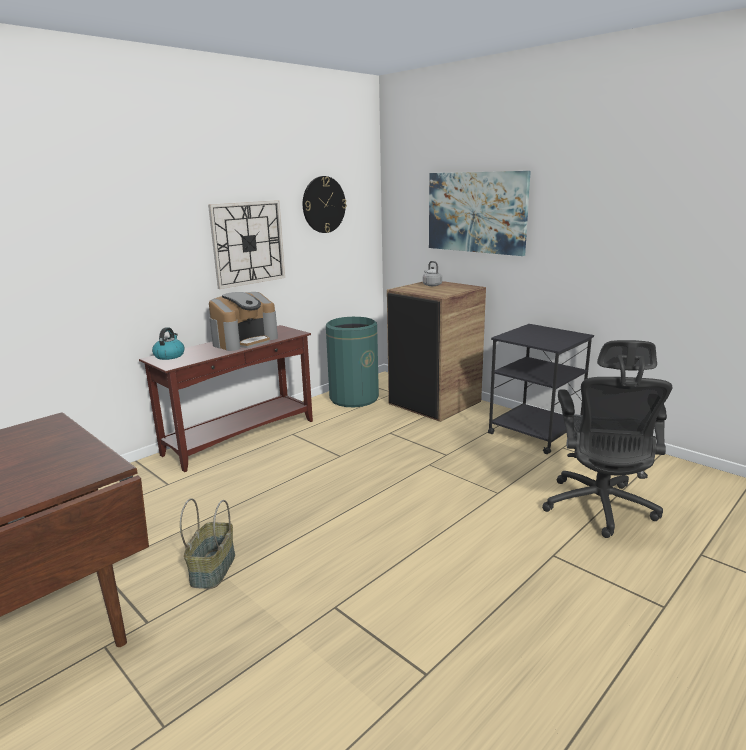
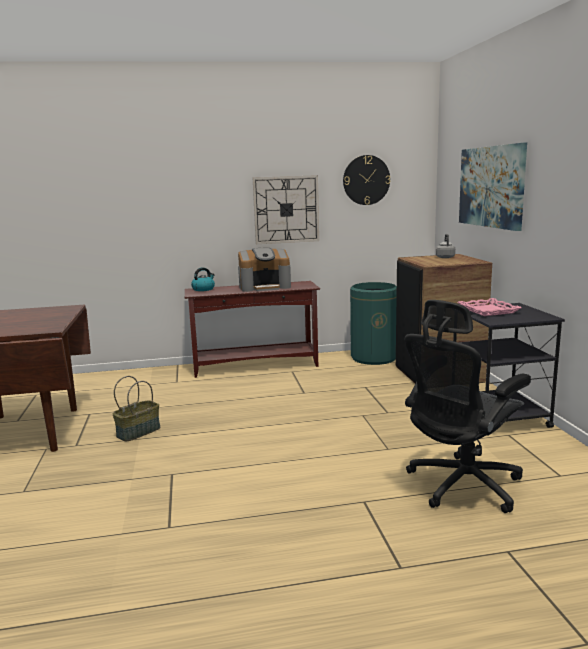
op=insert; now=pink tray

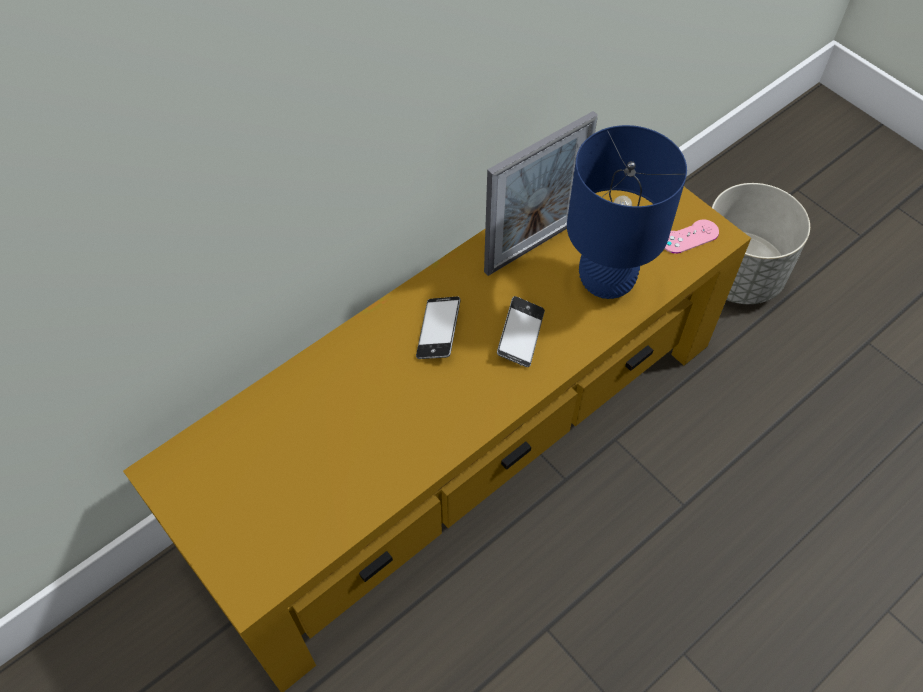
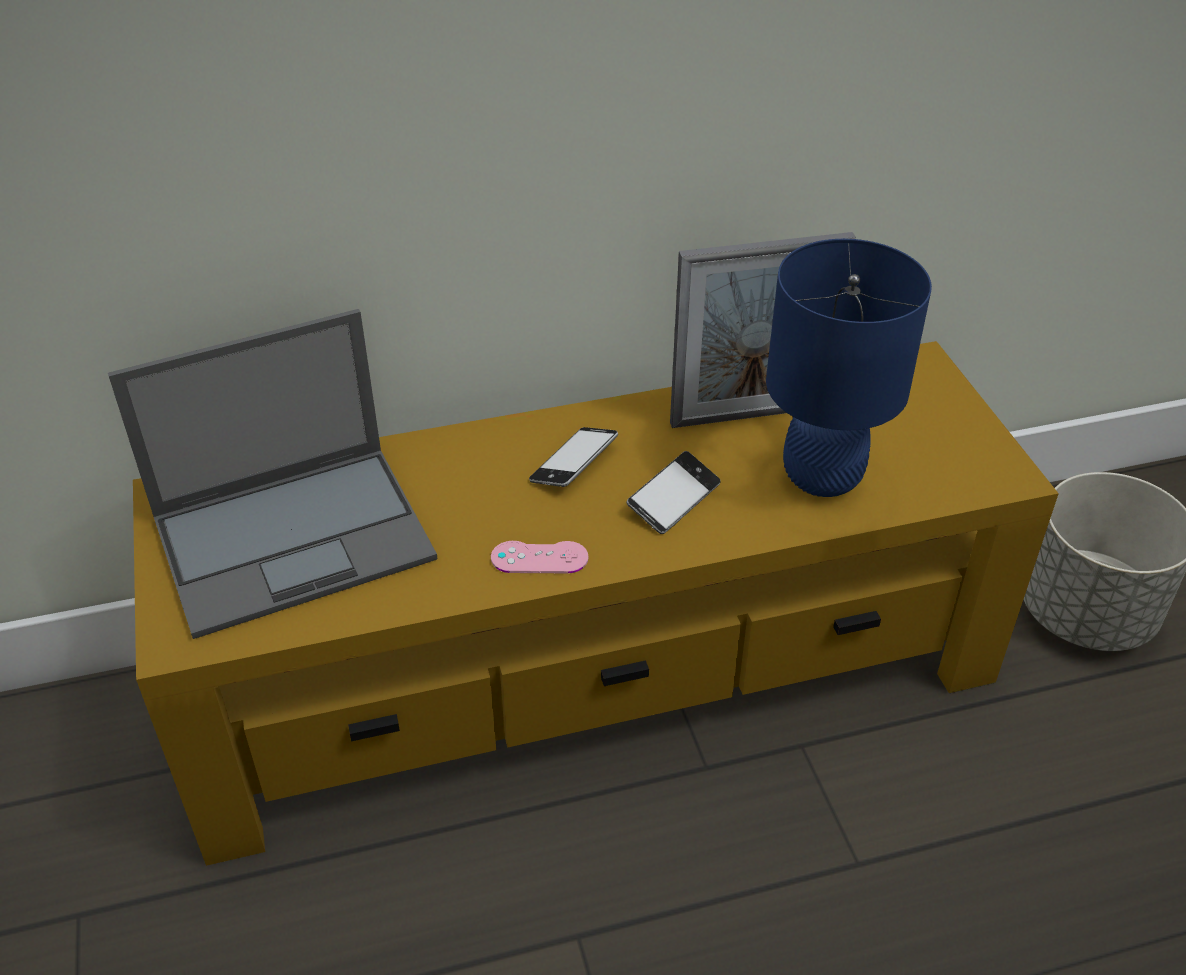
op=move; was=pink game controller
op=insert; now=laptop

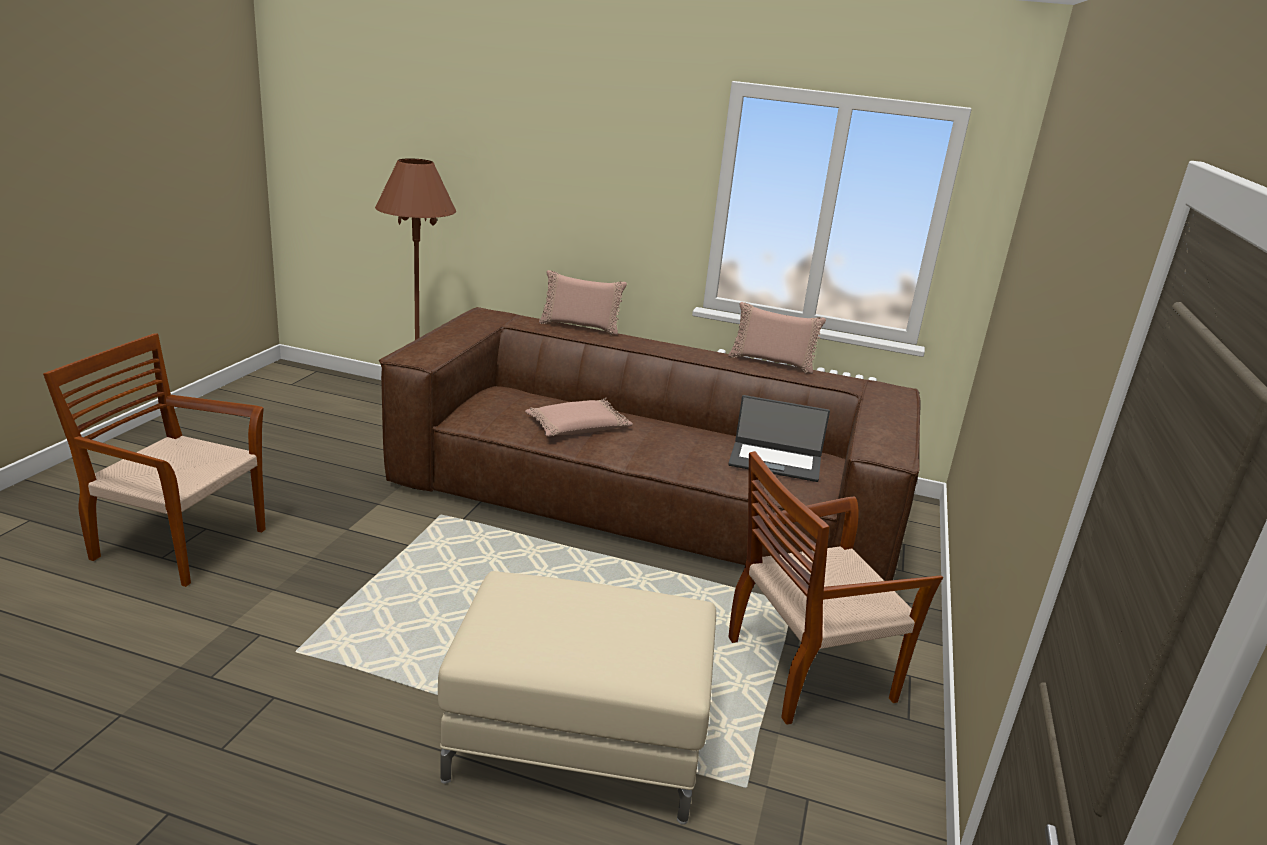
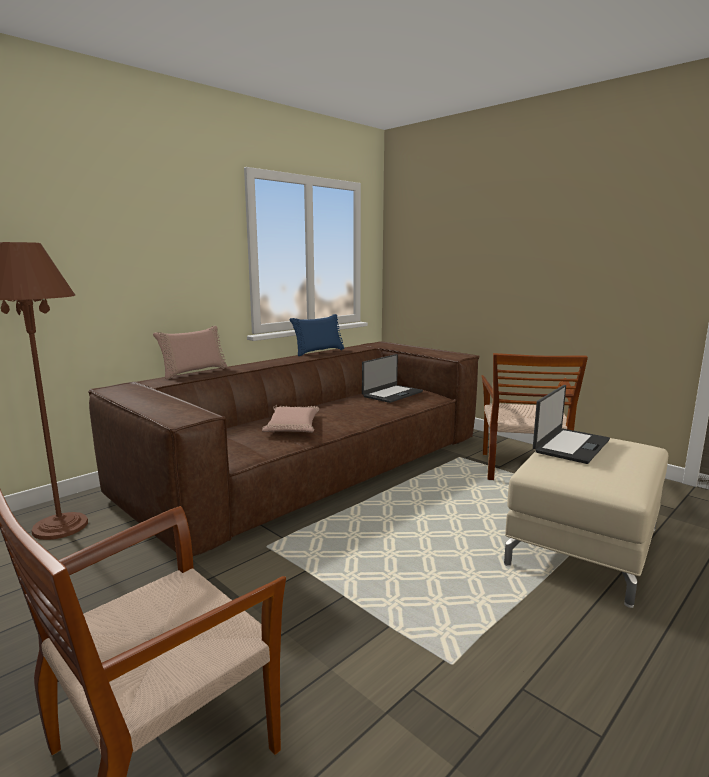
op=recolor; was=beige pillow (3rd from left); now=blue pillow
op=insert; now=laptop (2nd from left)

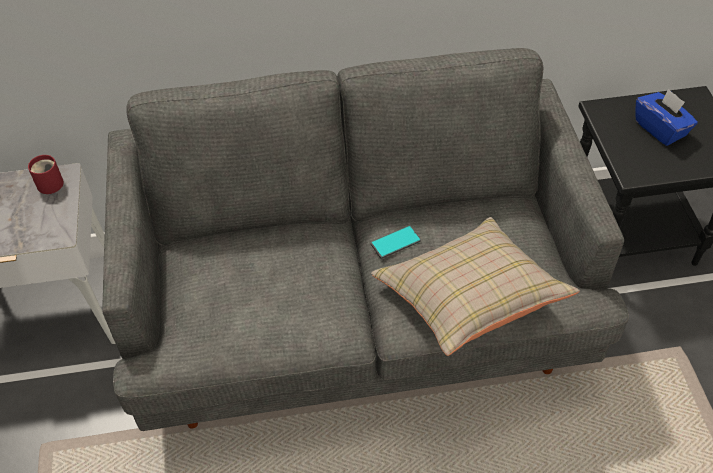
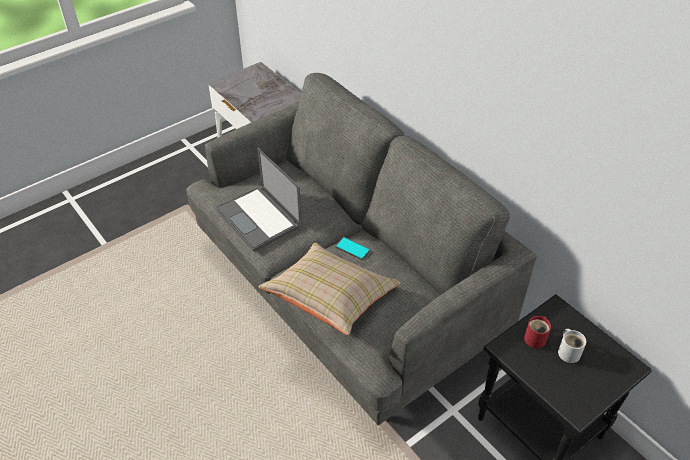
op=replace; was=blue tissue box; now=white mug
op=move; was=red mug
op=insert; now=laptop

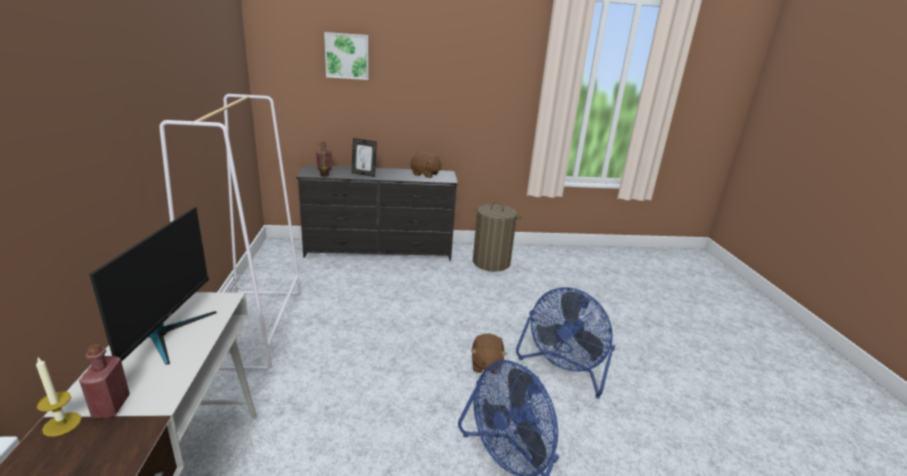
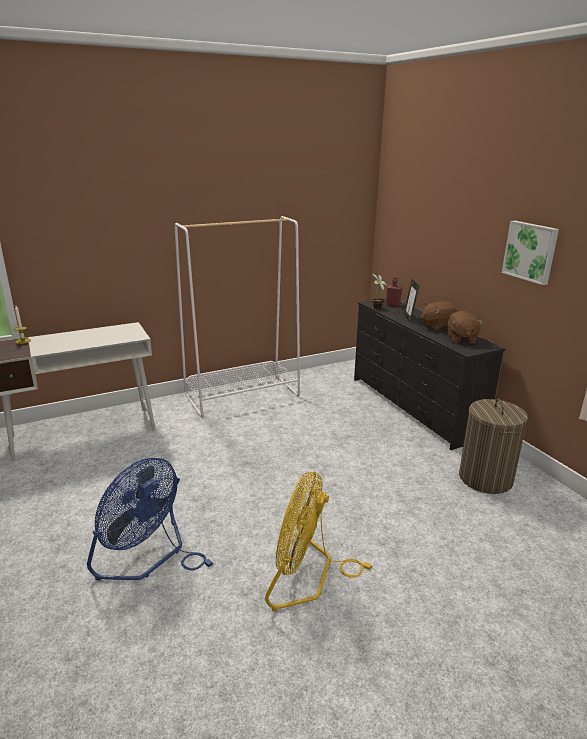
op=move; was=picture
op=delete; was=monitor
op=recolor; was=blue fan (2nd from left); now=yellow fan
op=move; was=brown plush toy (2nd from left in the first image); now=brown plush toy (1st from left)
op=delete; was=red bottle (1st from left)

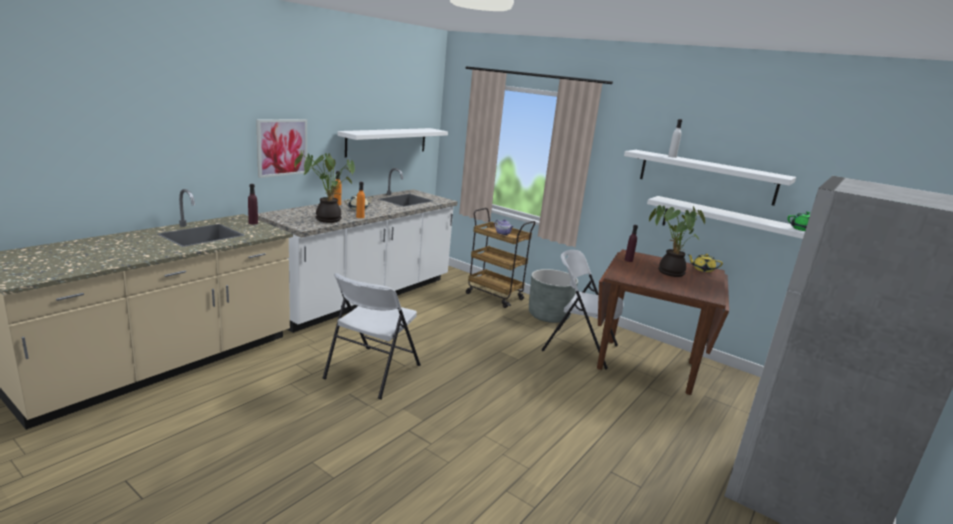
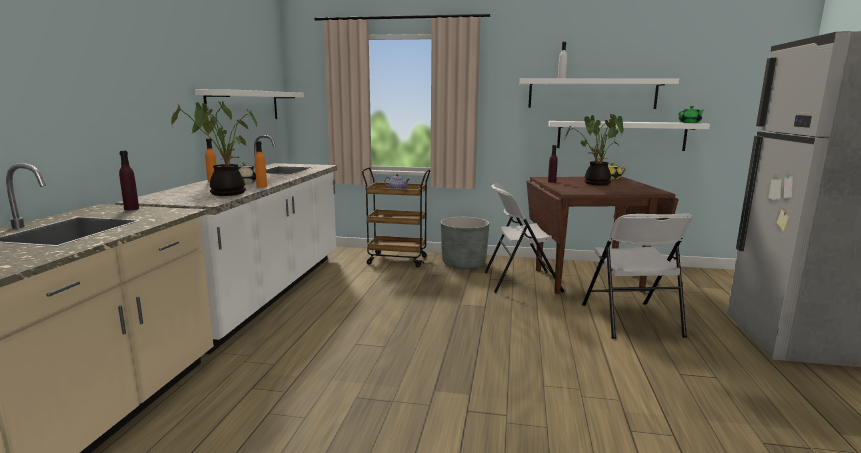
op=delete; was=picture
op=move; was=white chair (1st from left in the first image); now=white chair (2nd from left)

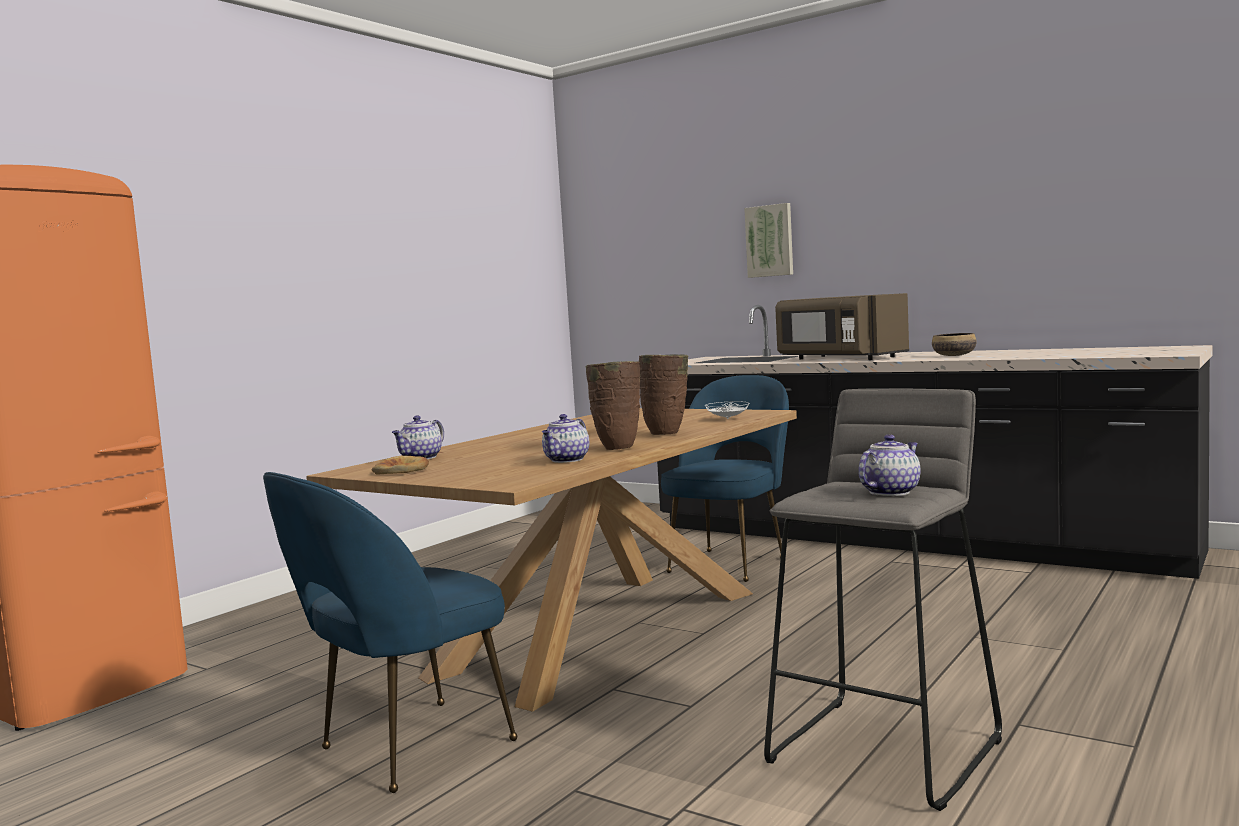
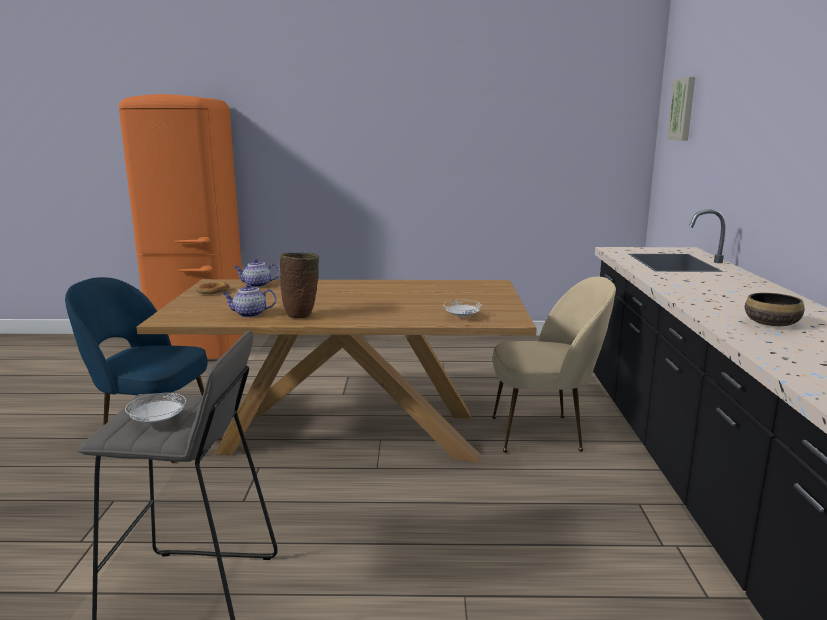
op=move; was=picture
op=delete; was=brown microwave
op=delete; was=brown vase (2nd from left)
op=recolor; was=blue chair (2nd from left); now=beige chair
op=replace; was=teapot (3rd from left); now=white plate (1st from left)

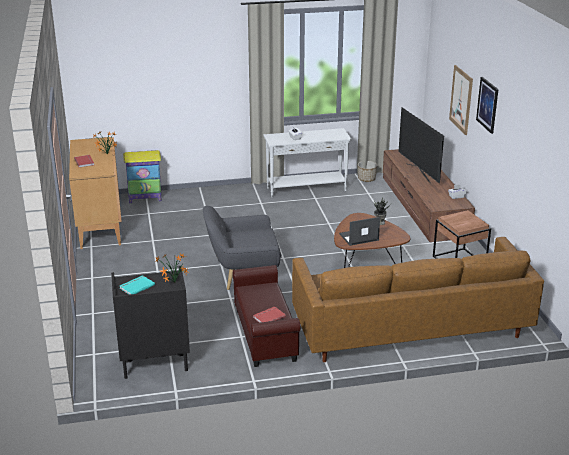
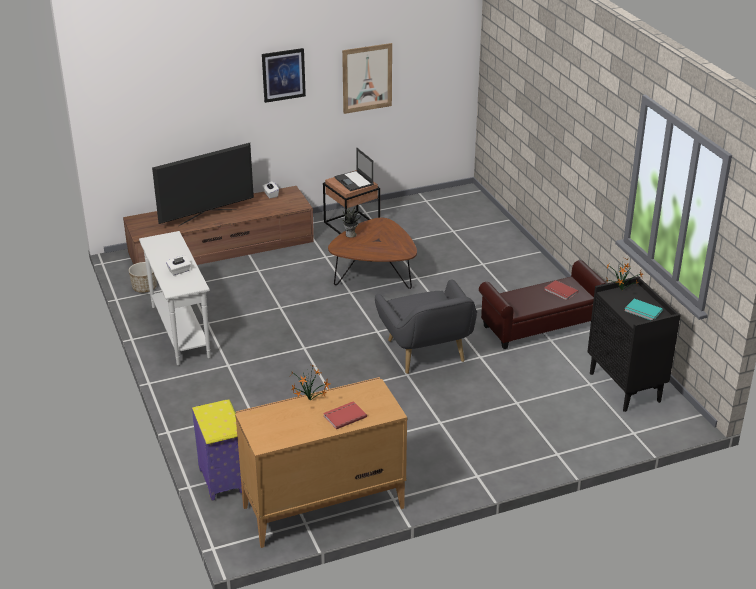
op=move; was=picture (1st from left in the first image); now=picture (2nd from left)
op=move; was=laptop
op=delete; was=brown sofa

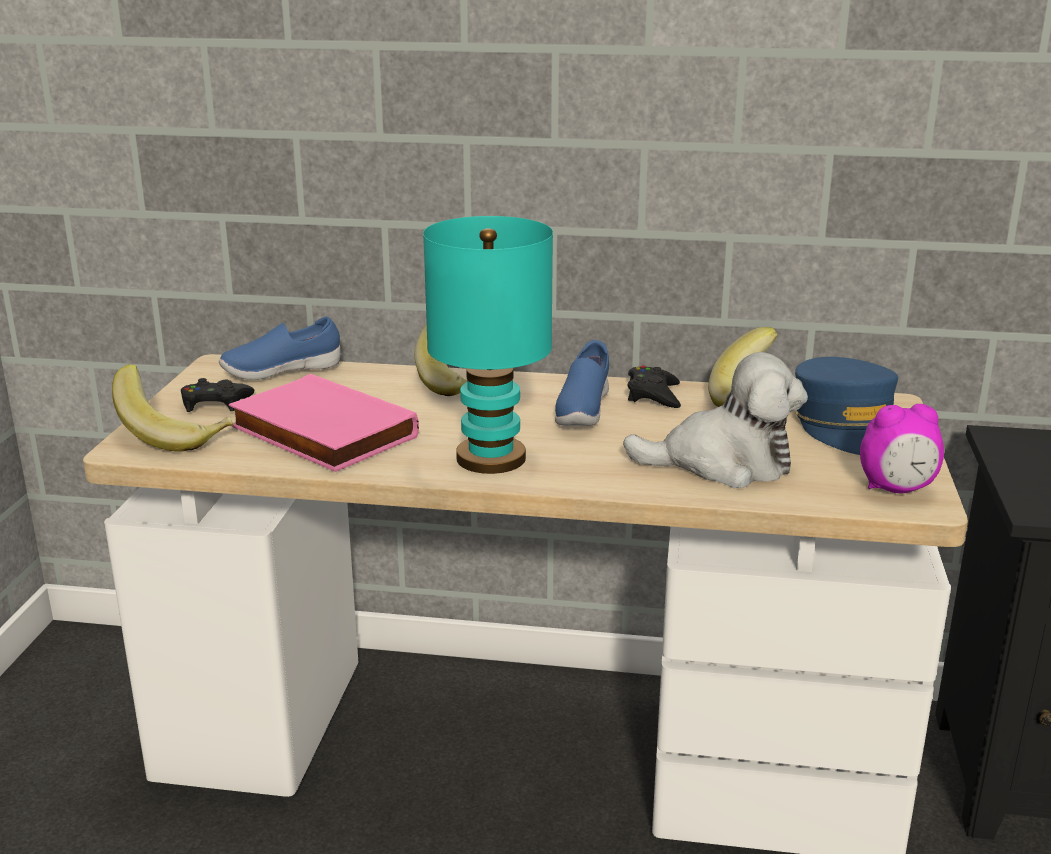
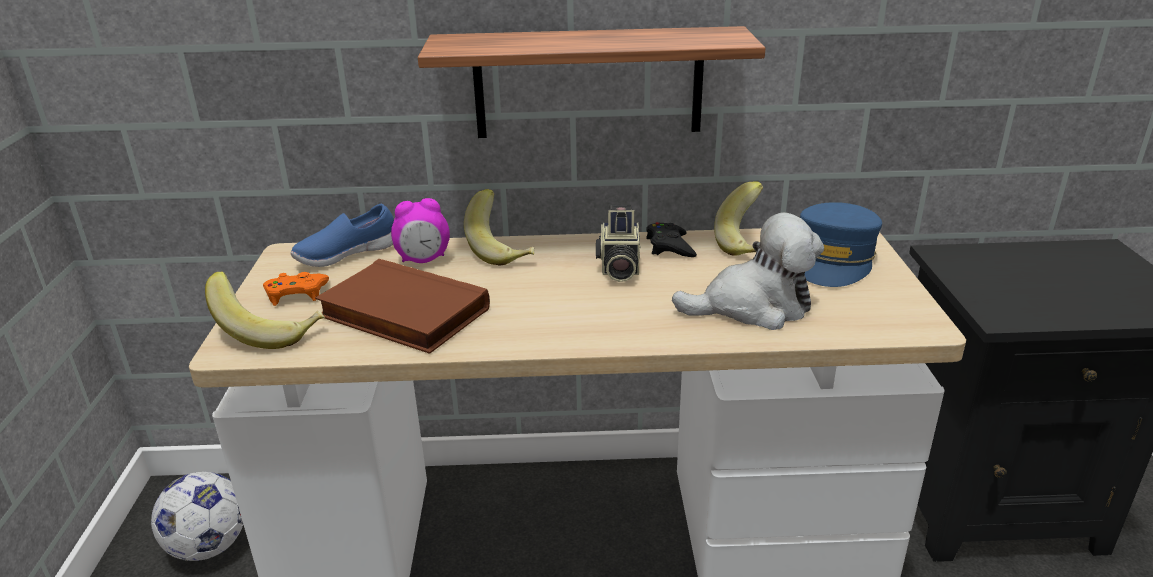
op=delete; was=turquoise table lamp
op=replace; was=blue shoe (2nd from left); now=photo camera
op=rotate; was=blue cap; clockwise=45
op=recolor; was=pink book; now=brown book
op=recolor; was=black game controller (1st from left); now=orange game controller
op=move; was=alarm clock
op=insert; now=shelf
op=insert; now=football

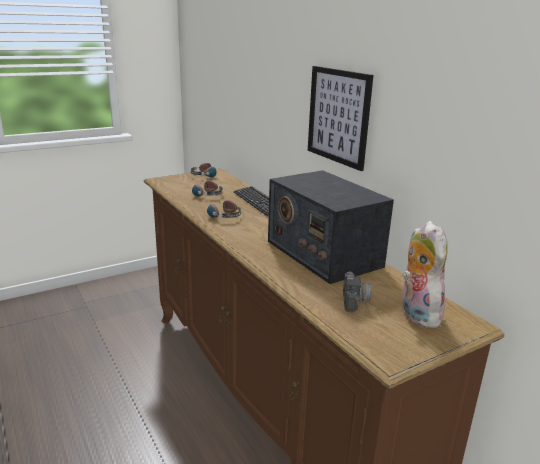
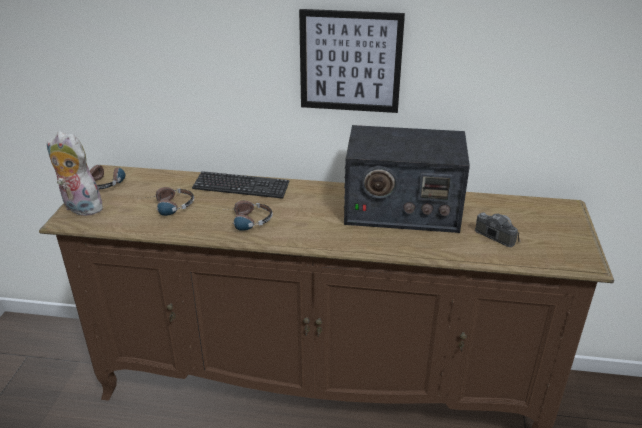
op=move; was=plush toy

